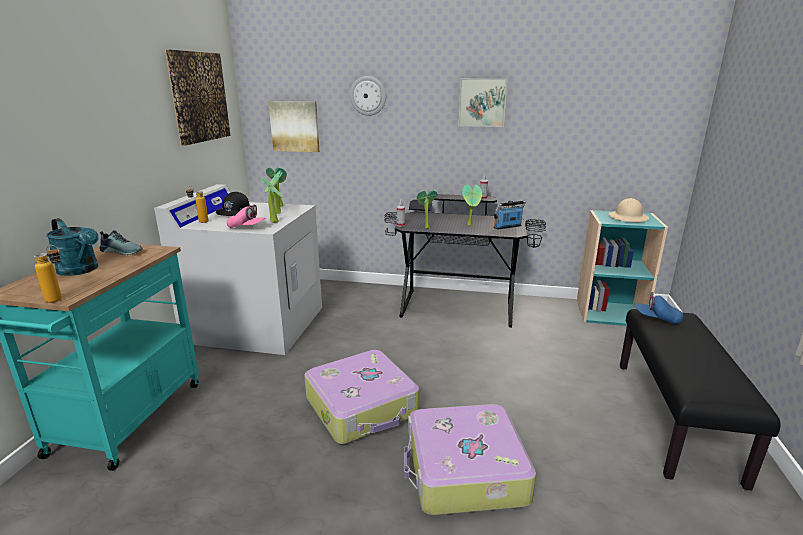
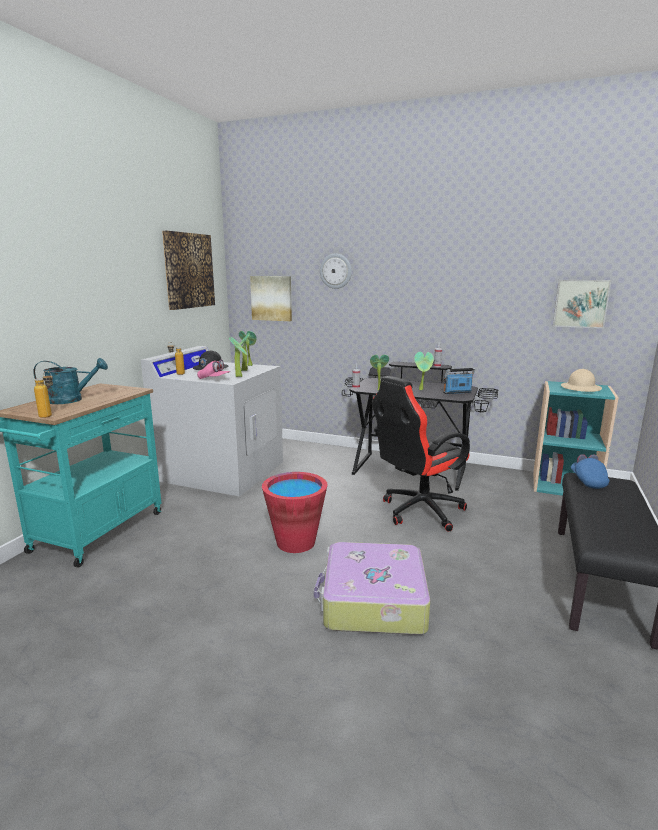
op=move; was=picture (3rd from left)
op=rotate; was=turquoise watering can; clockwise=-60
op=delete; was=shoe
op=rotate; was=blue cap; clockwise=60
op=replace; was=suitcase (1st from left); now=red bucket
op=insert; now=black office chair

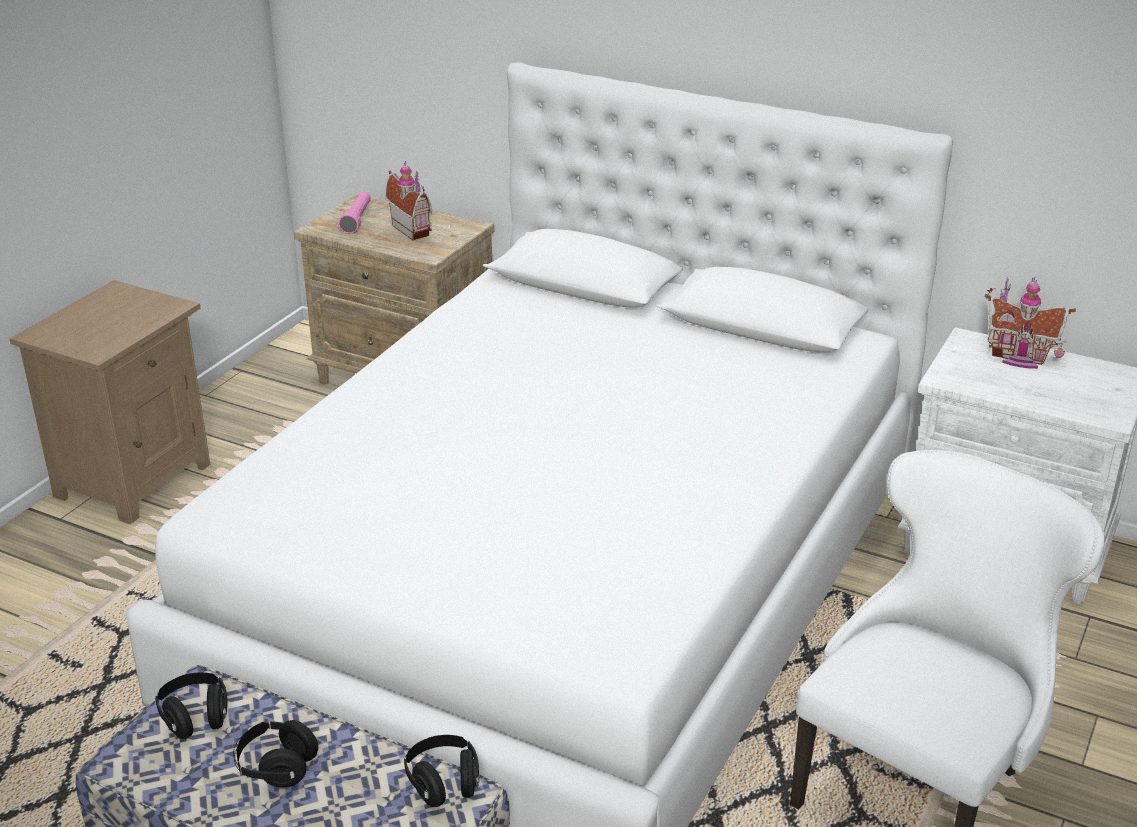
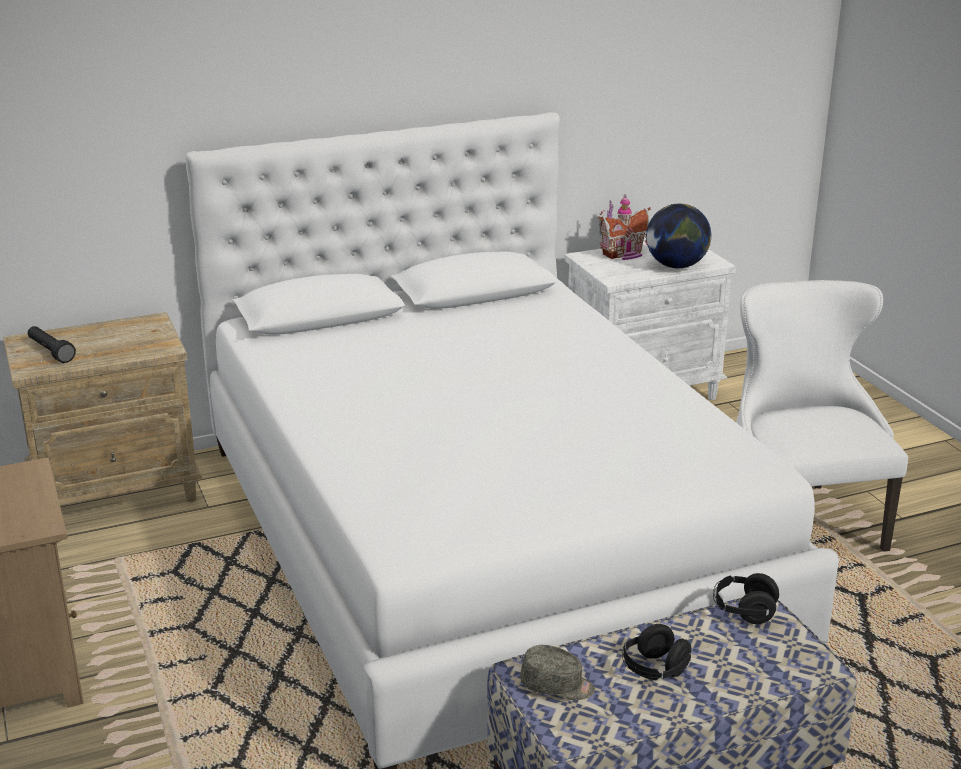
op=delete; was=toy house (1st from left)
op=recolor; was=pink flashlight; now=black flashlight
op=replace; was=black headphones (1st from left); now=grey cap
op=insert; now=globe

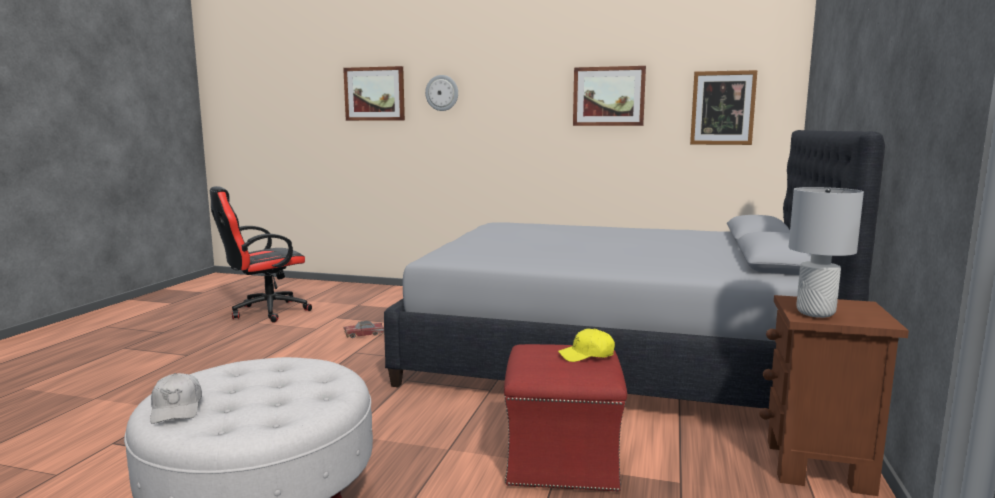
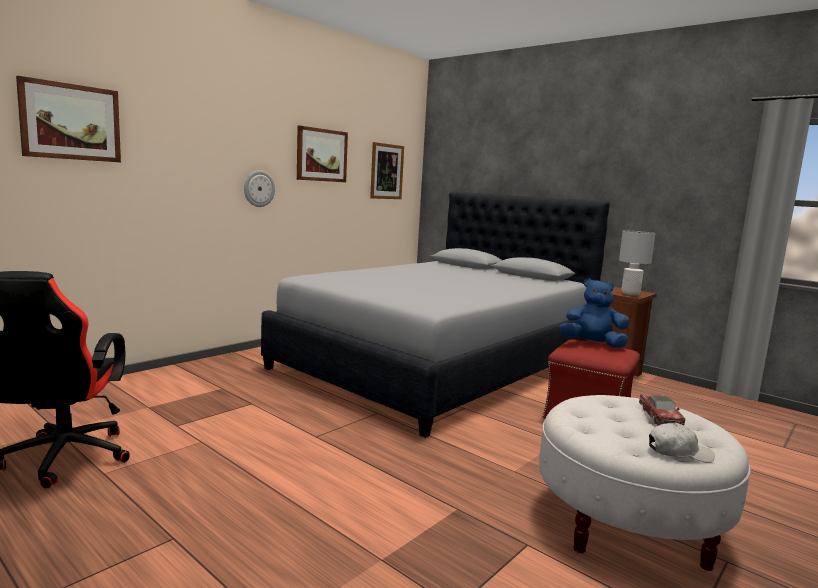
op=move; was=wall clock
op=move; was=toy car
op=replace; was=yellow cap; now=blue plush toy

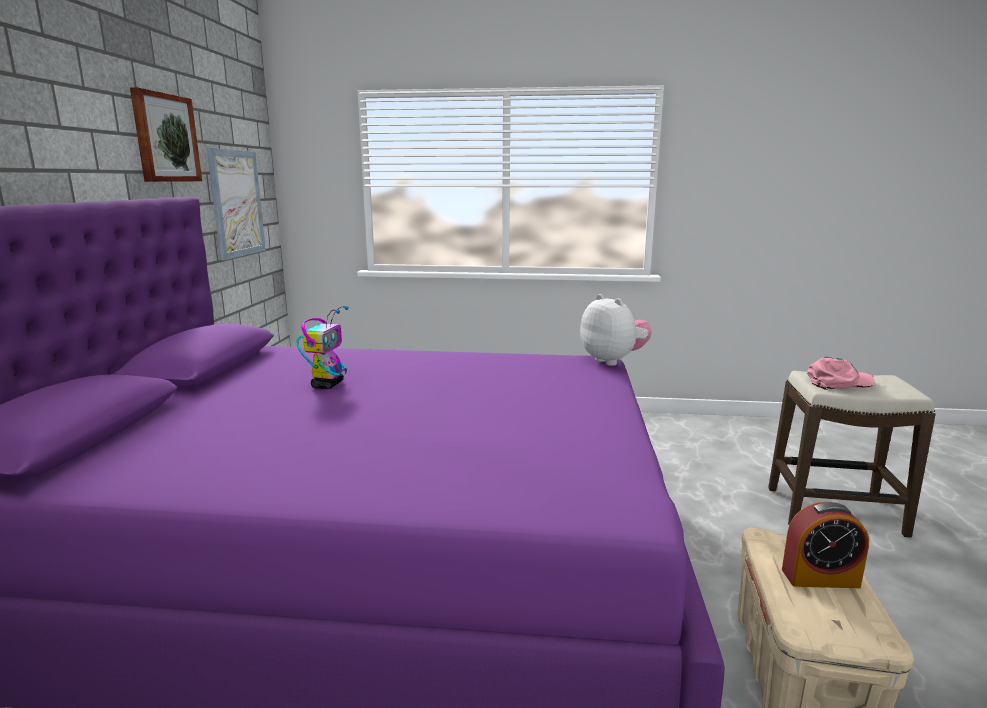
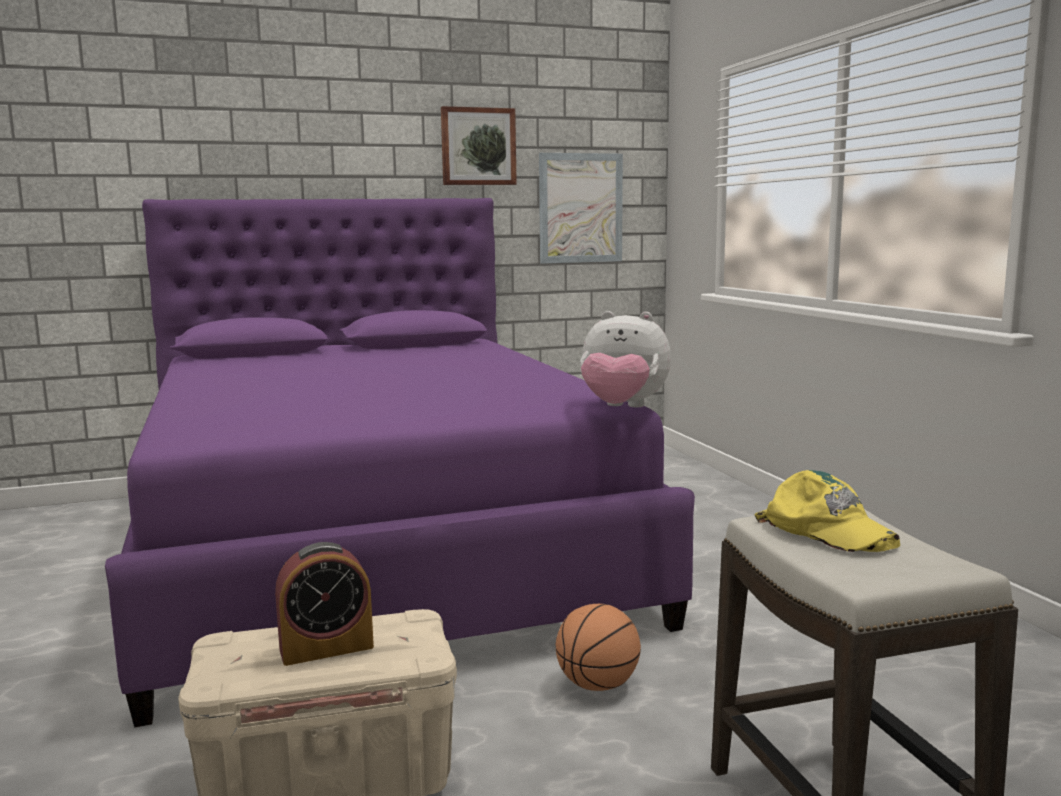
op=rotate; was=plush toy; clockwise=75
op=delete; was=toy robot
op=recolor; was=pink cap; now=yellow cap
op=rotate; was=alarm clock; clockwise=-90
op=insert; now=basketball

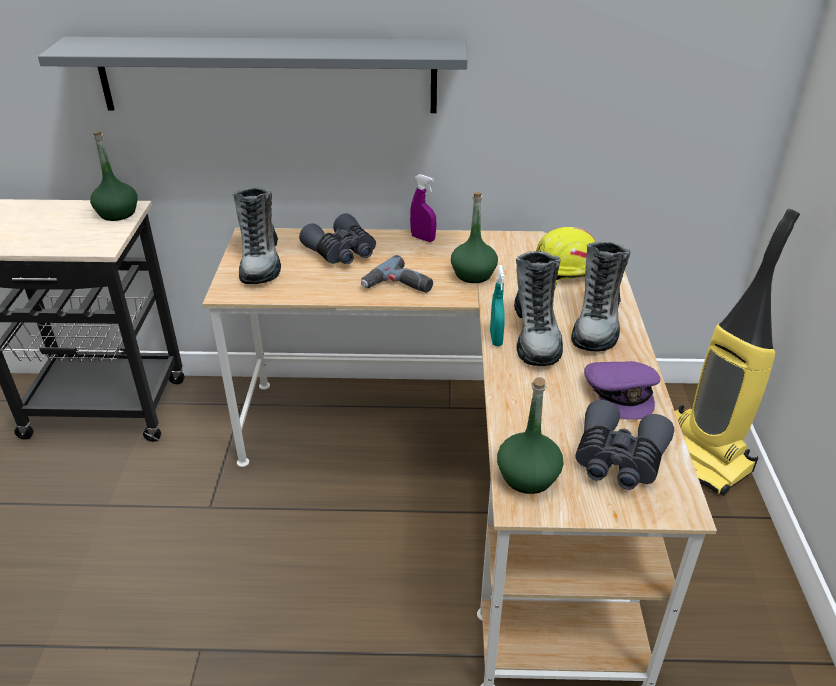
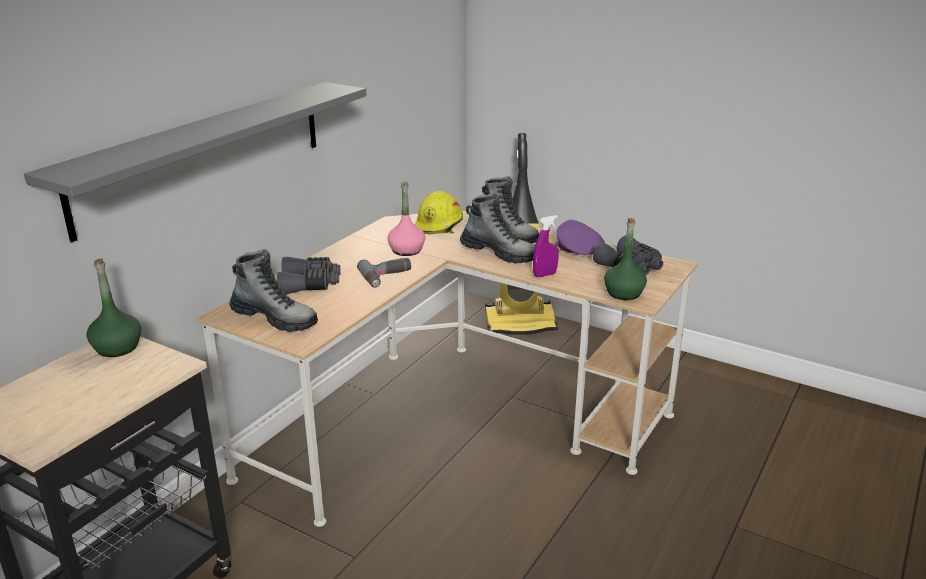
op=move; was=purple spray bottle
op=recolor; was=green bottle (2nd from left); now=pink bottle
op=delete; was=turquoise spray bottle
op=rotate; was=purple cap; clockwise=-135

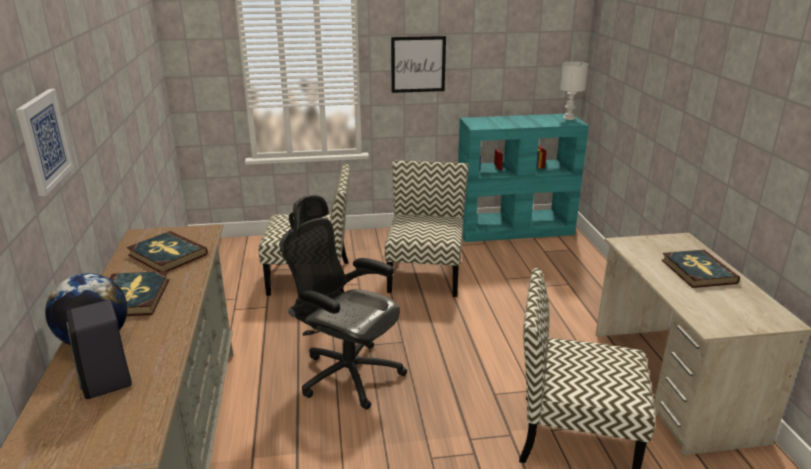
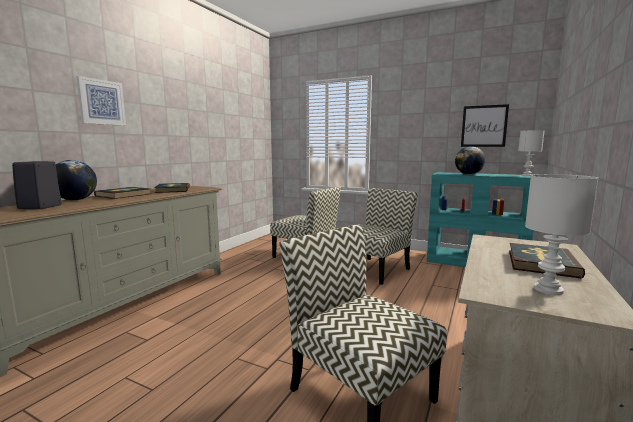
op=move; was=picture (2nd from left)
op=delete; was=office chair
op=insert; now=globe (2nd from left)
op=insert; now=white table lamp (2nd from left)

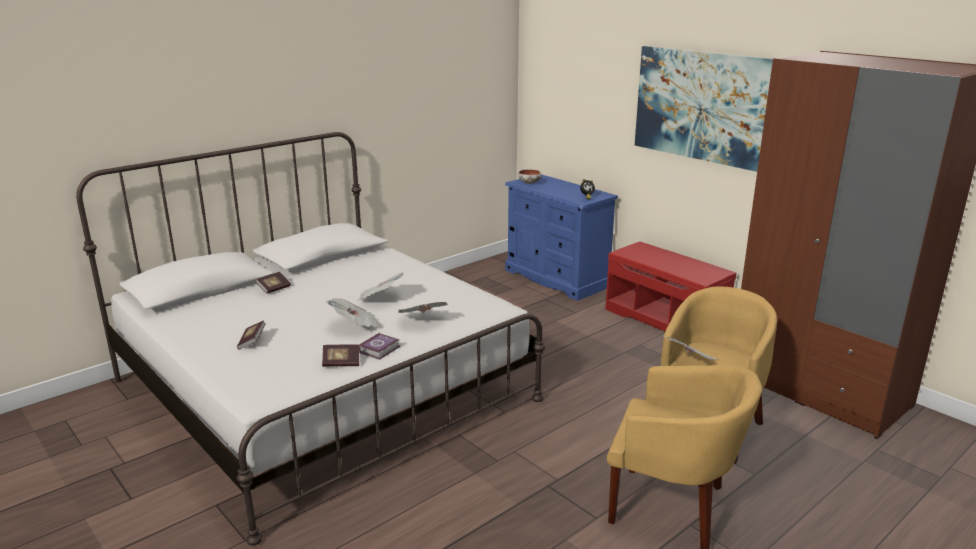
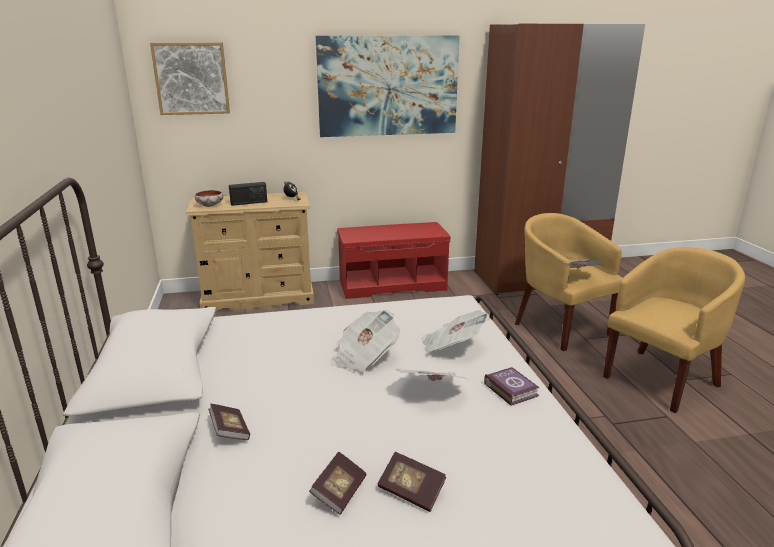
op=recolor; was=blue dresser; now=beige dresser
op=move; was=book (3rd from left in the first image); now=book (2nd from left)
op=insert; now=picture (1st from left)
op=insert; now=radio

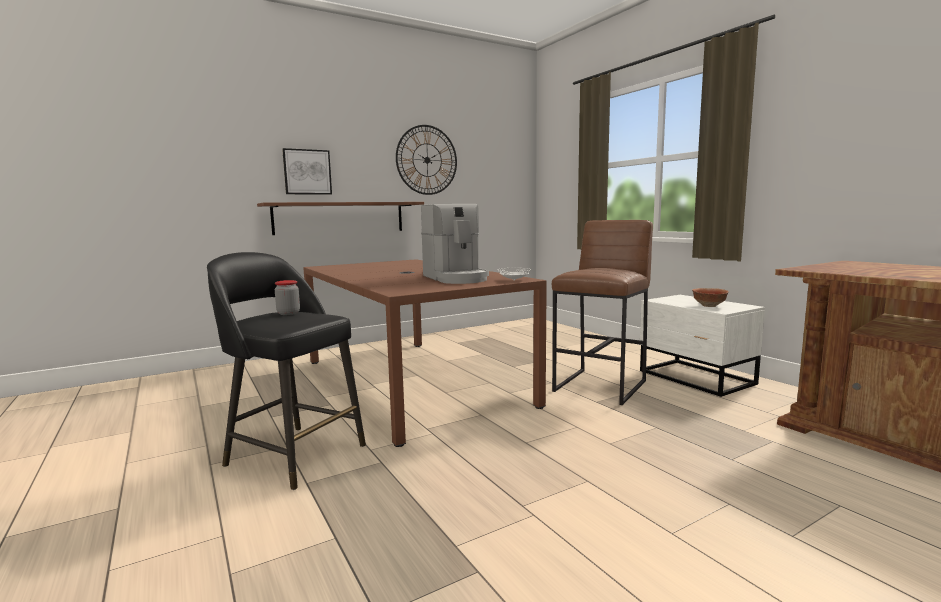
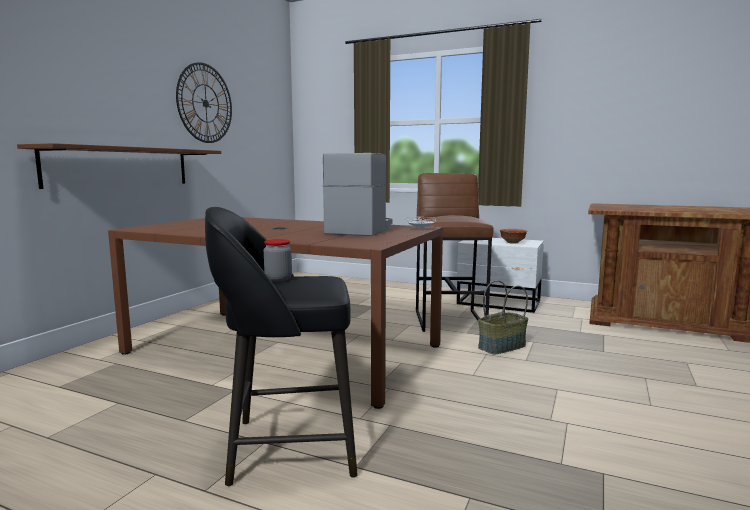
op=delete; was=picture
op=rotate; was=coffee machine; clockwise=-105
op=insert; now=basket

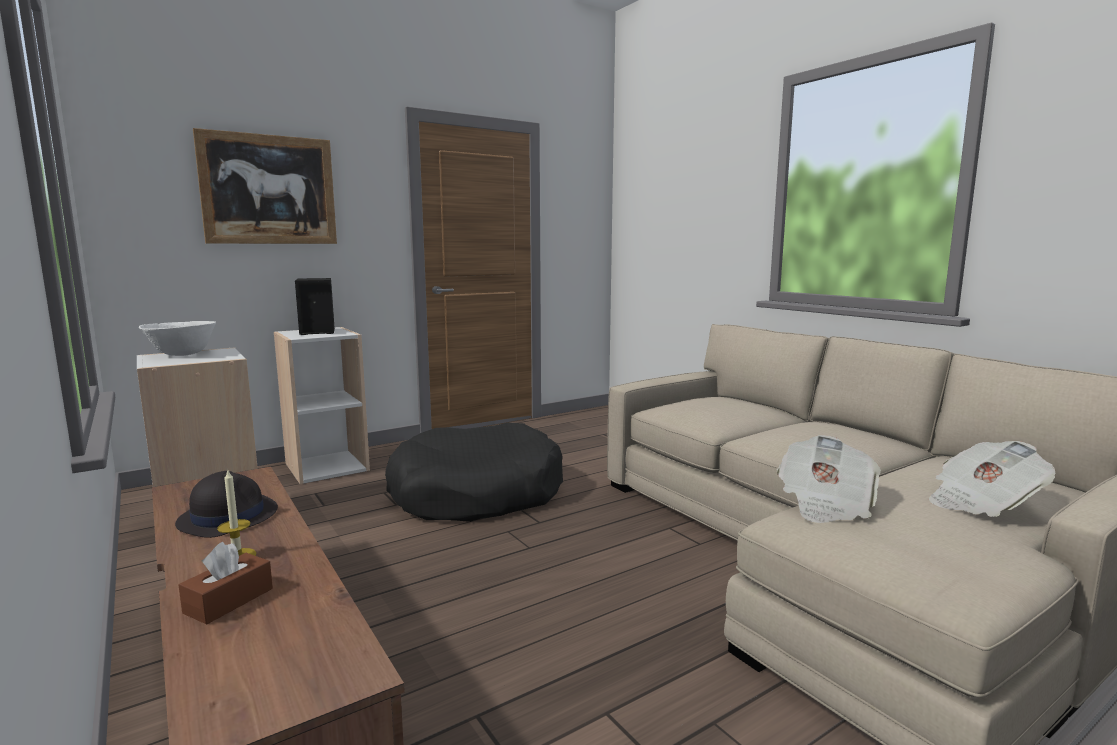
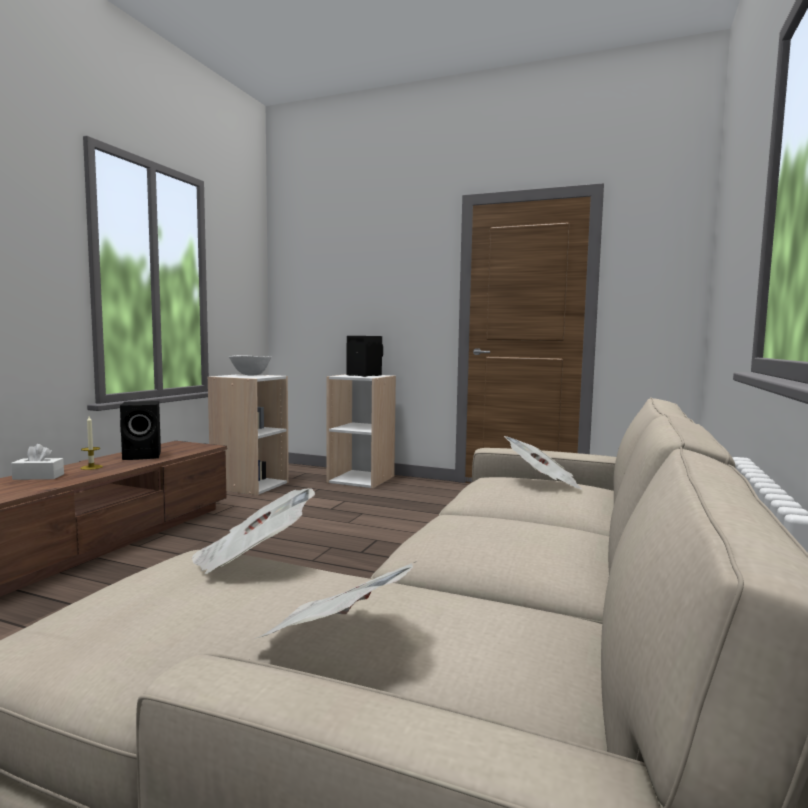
op=delete; was=picture
op=delete; was=black dog bed
op=replace; was=black hat; now=black speaker (1st from left)
op=recolor; was=brown tissue box; now=white tissue box
op=insert; now=newspaper (3rd from left)

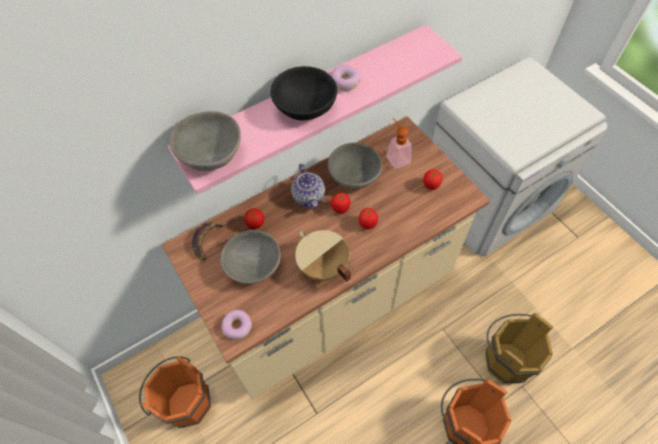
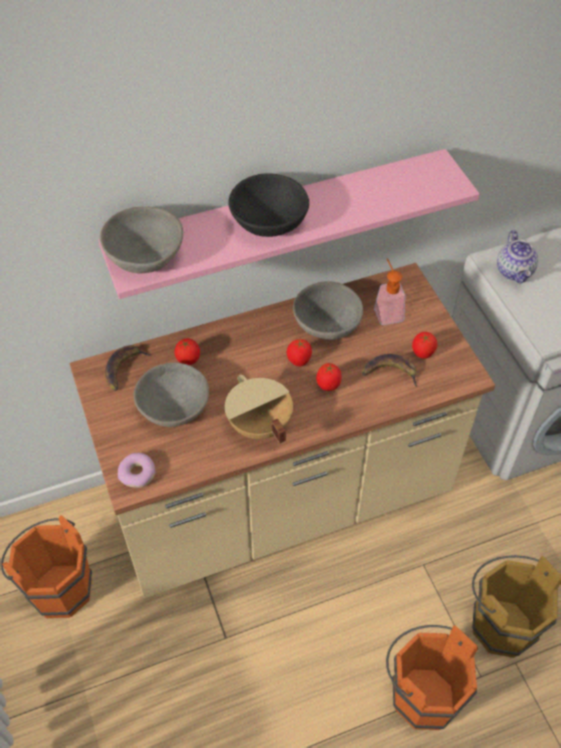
op=delete; was=donut (2nd from left)
op=move; was=teapot
op=insert; now=banana (2nd from left)

